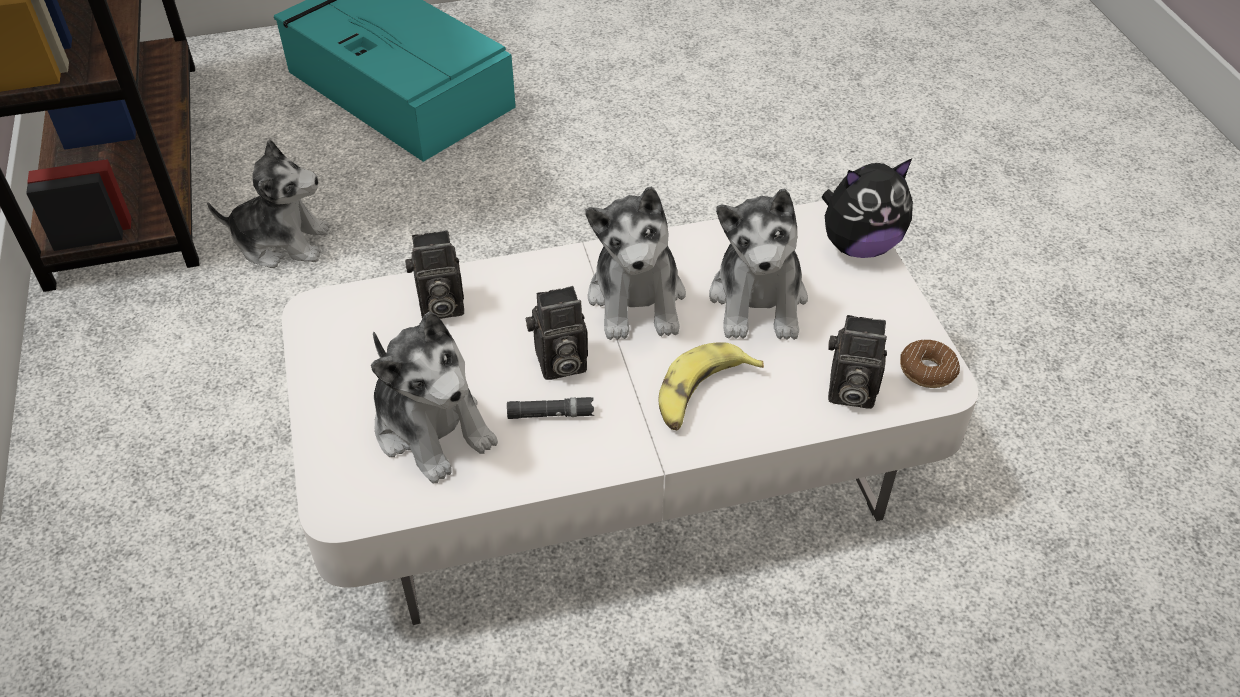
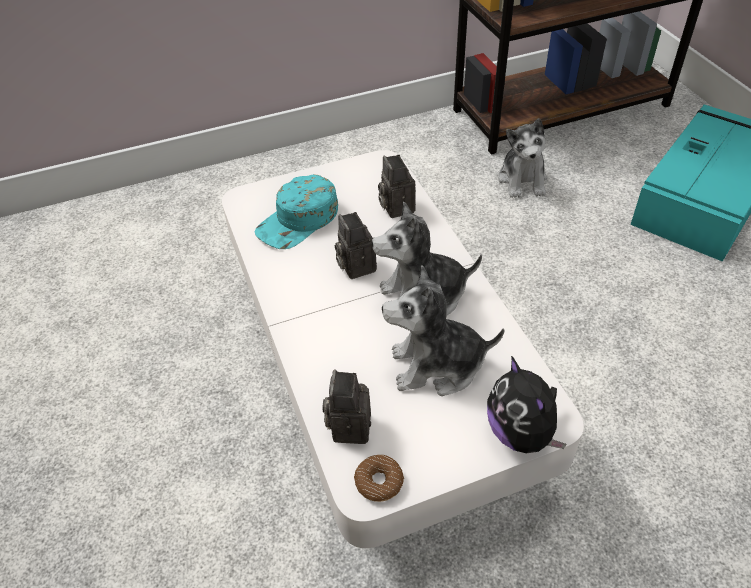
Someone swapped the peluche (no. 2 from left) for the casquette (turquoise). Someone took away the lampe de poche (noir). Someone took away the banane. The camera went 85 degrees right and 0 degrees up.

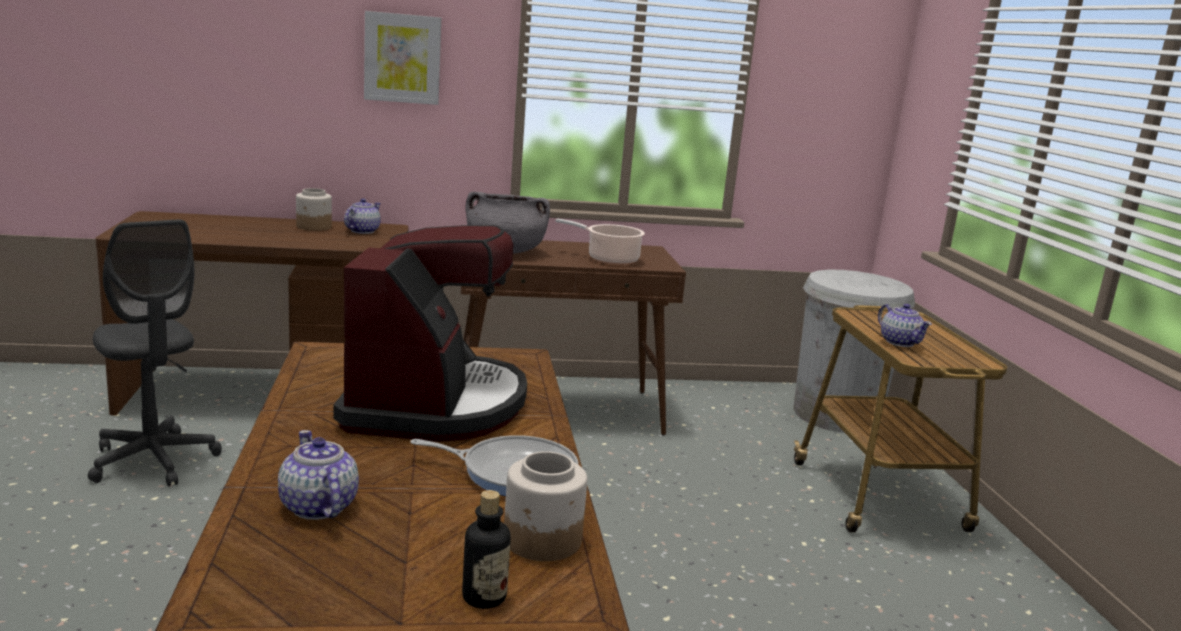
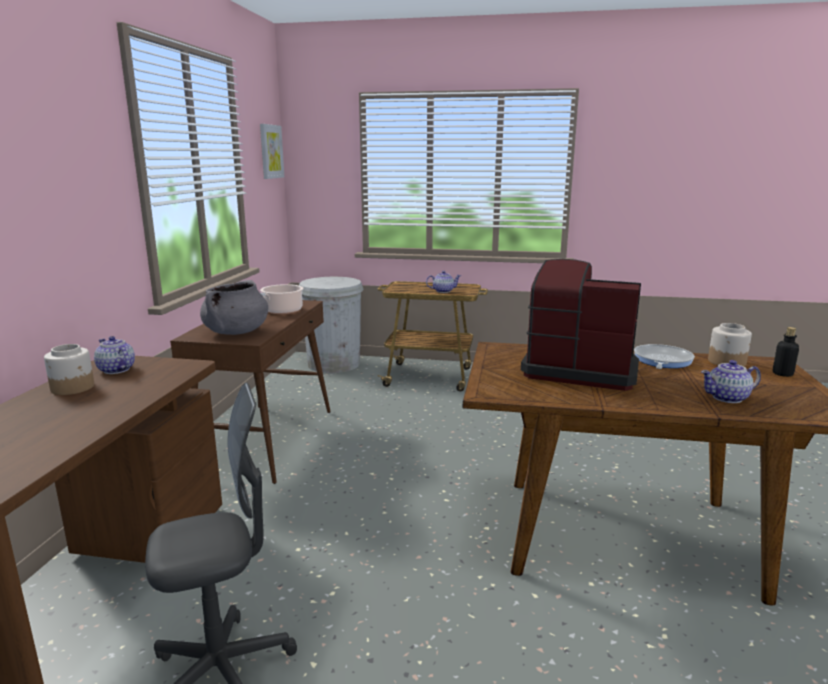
Someone carried the tableau. The camera went 70 degrees left and 0 degrees up.

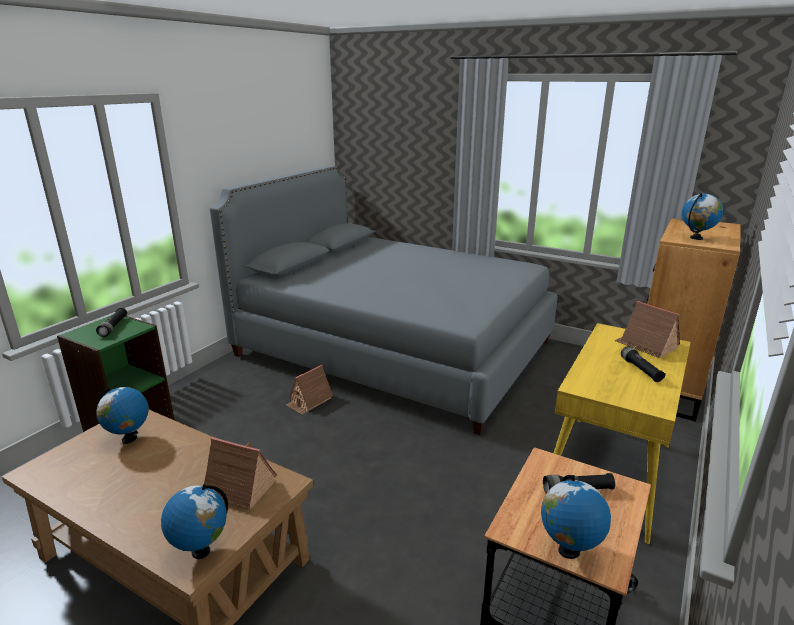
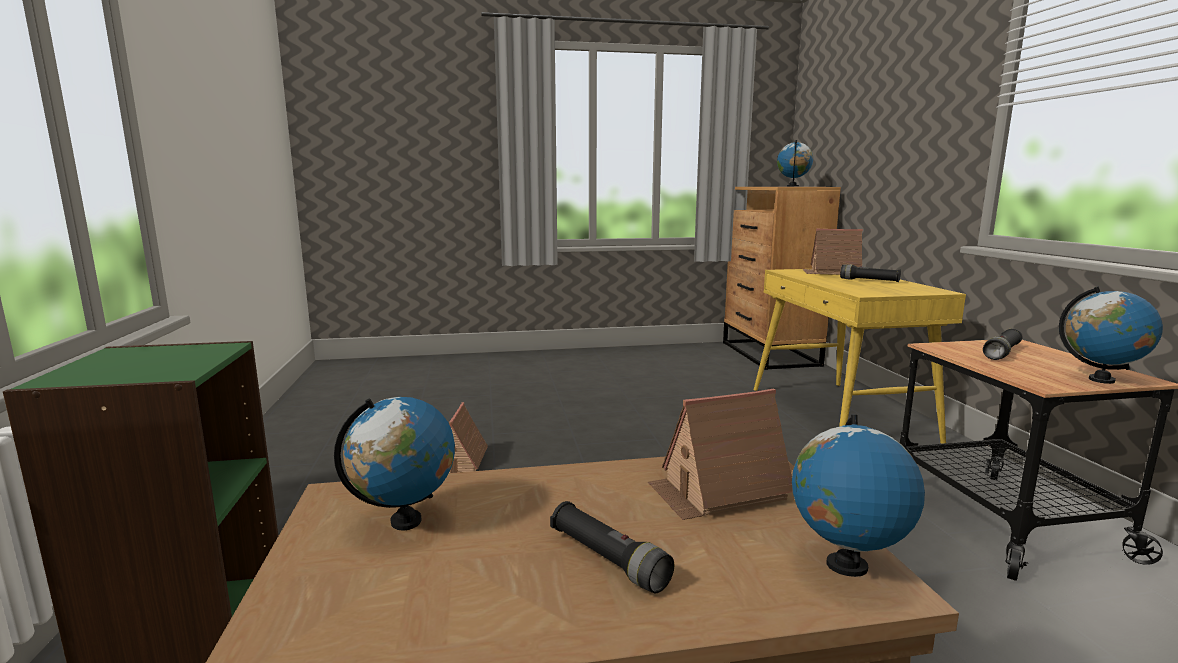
Someone carried the lampe de poche (noir) (no. 1 from left). Someone took away the lit (gris). The camera went 40 degrees left and 10 degrees down.

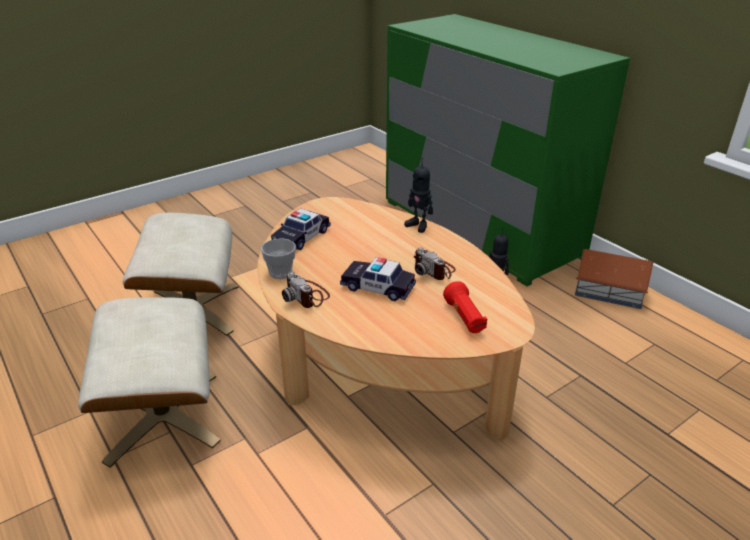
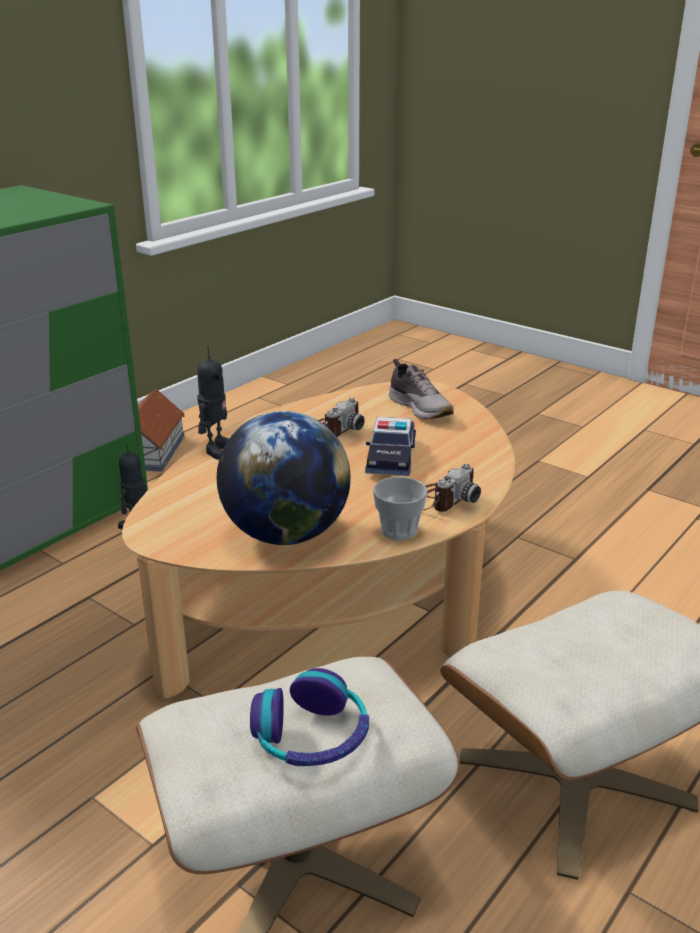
Someone swapped the petite voiture (no. 1 from left) for the globe. Someone swapped the lampe de poche (rouge) for the chaussure. Someone put down the casque audio. The camera went 105 degrees left and 5 degrees down.

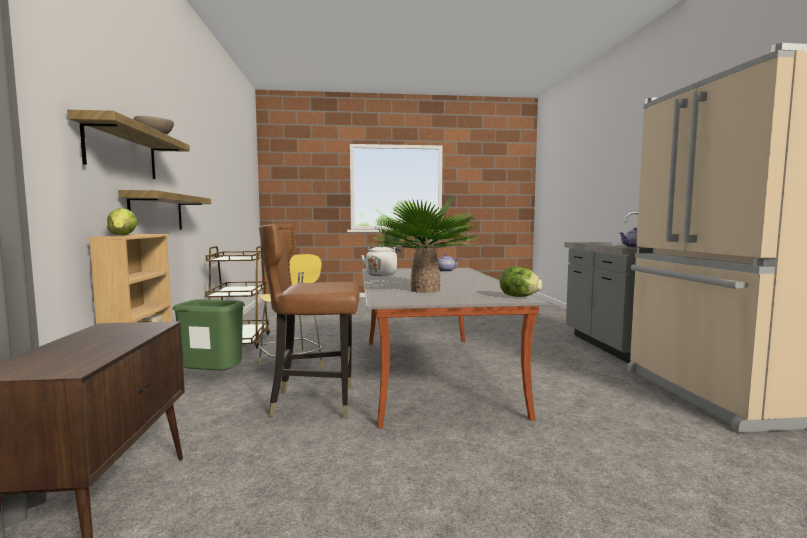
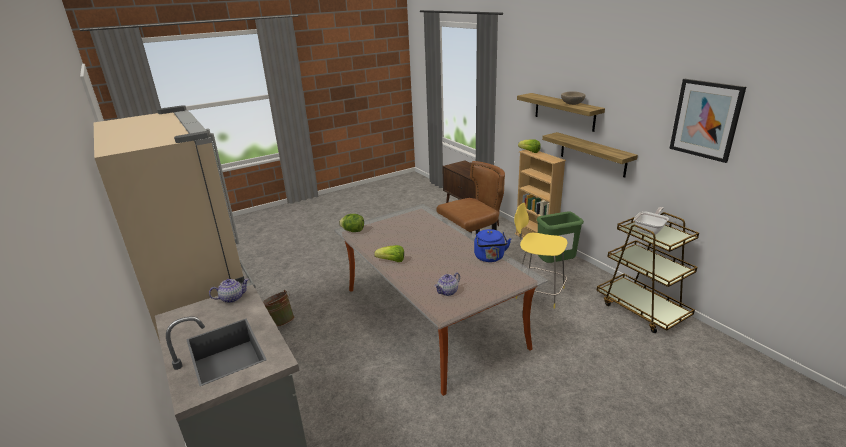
Someone repainted the bouilloire (blanc), which became the bouilloire (bleu). Someone took away the plante en pot. Someone put down the seau (vert). Someone put down the laitue (no. 2 from left). Someone put down the poêle. Someone put up the tableau. The camera went 155 degrees right and 20 degrees up.

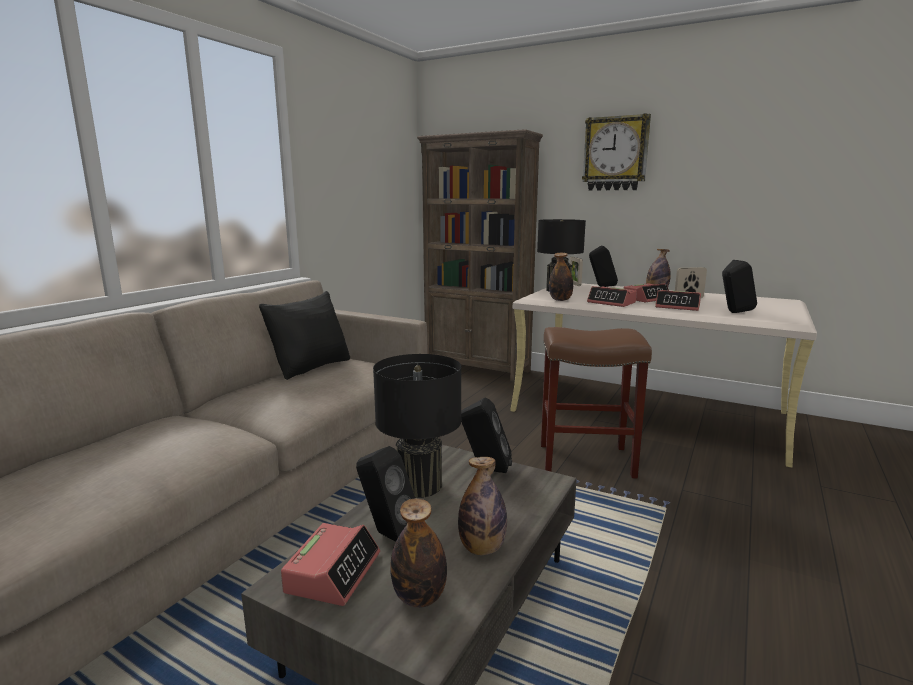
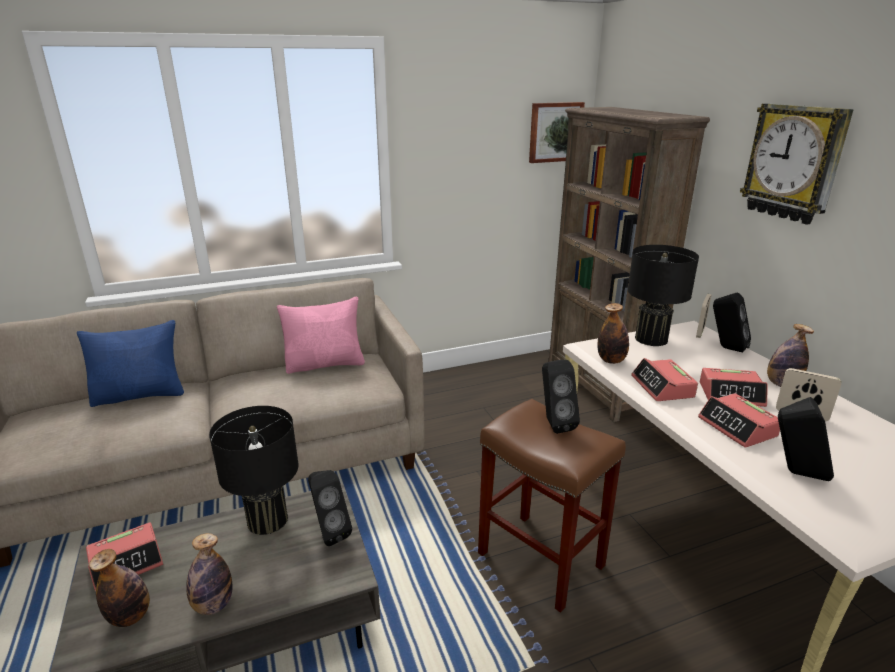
Someone repainted the coussin (noir), which became the coussin (rose). Someone carried the enceinte (noir) (no. 1 from left in the first image). Someone put down the coussin (bleu). Someone put up the tableau. The camera went 40 degrees right and 10 degrees up.

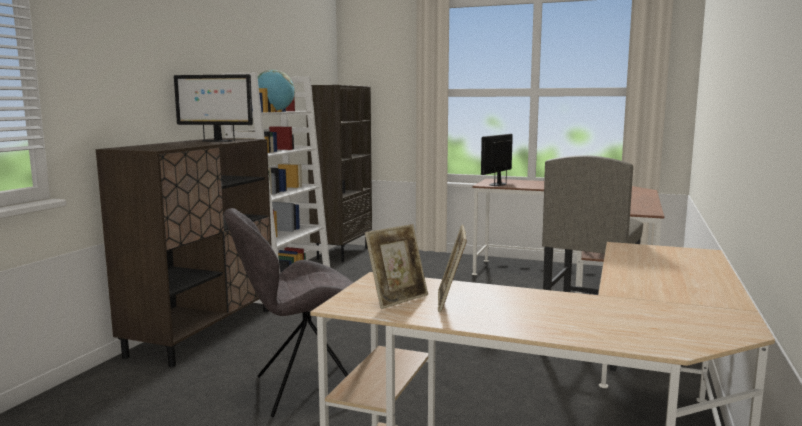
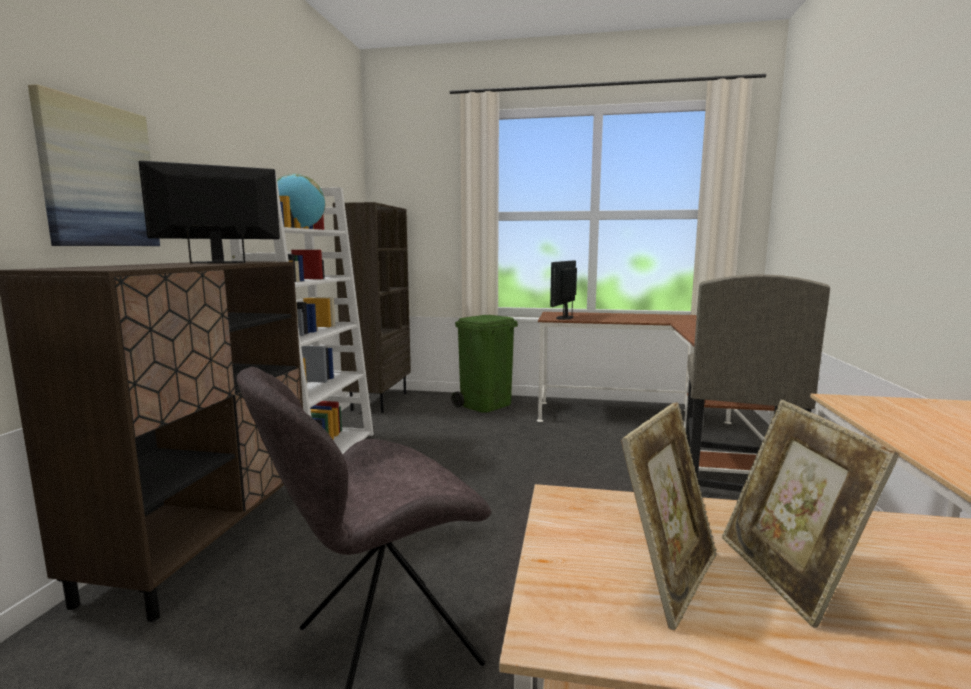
Someone rotated the écran d'ordinateur (no. 1 from left) by 150 degrees clockwise. Someone put up the tableau. Someone put down the poubelle (vert). The camera went 10 degrees left and 0 degrees up.

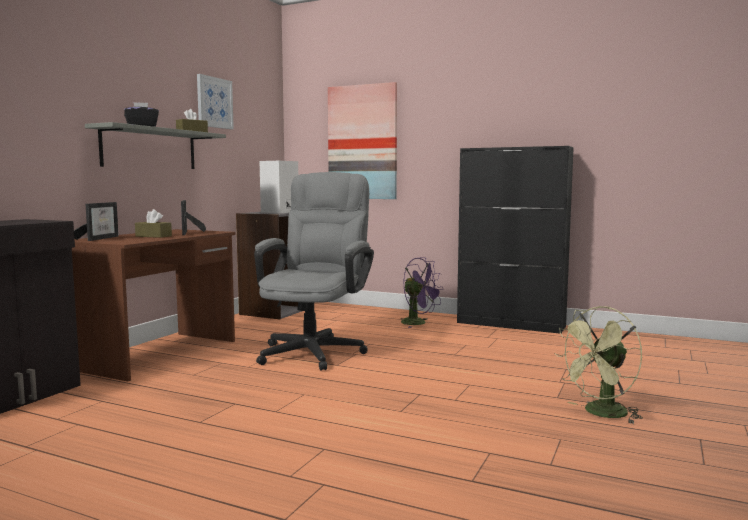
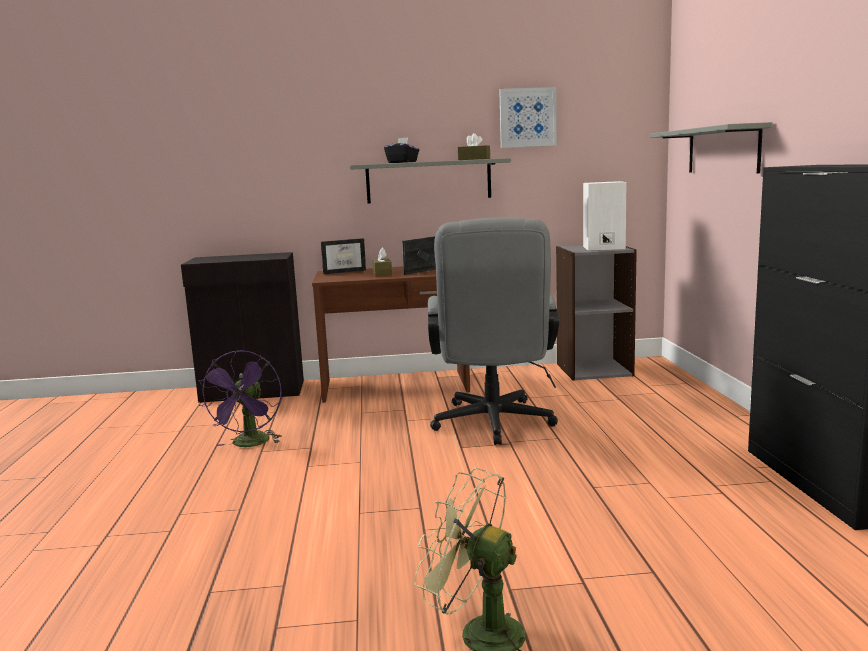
Someone rotated the chaise de bureau (gris) by 105 degrees clockwise. Someone swapped the tableau (no. 2 from left) for the étagère (gris) (no. 2 from left). Someone carried the ventilateur (violet). The camera went 60 degrees right and 5 degrees up.

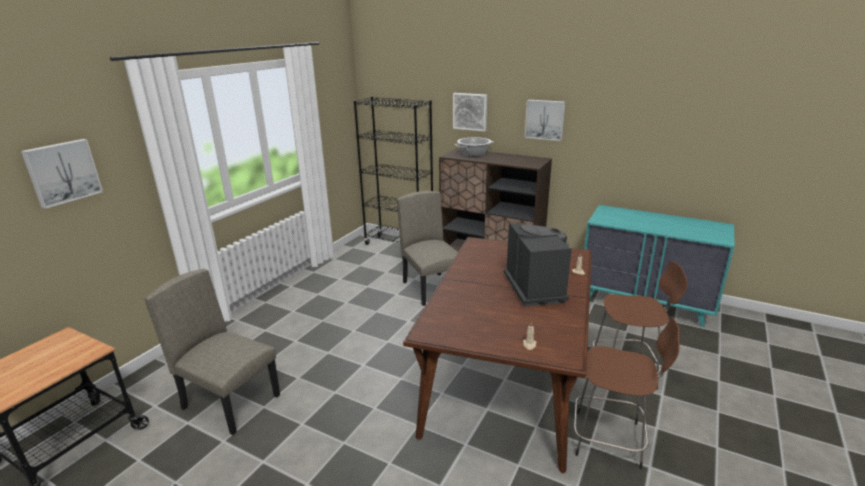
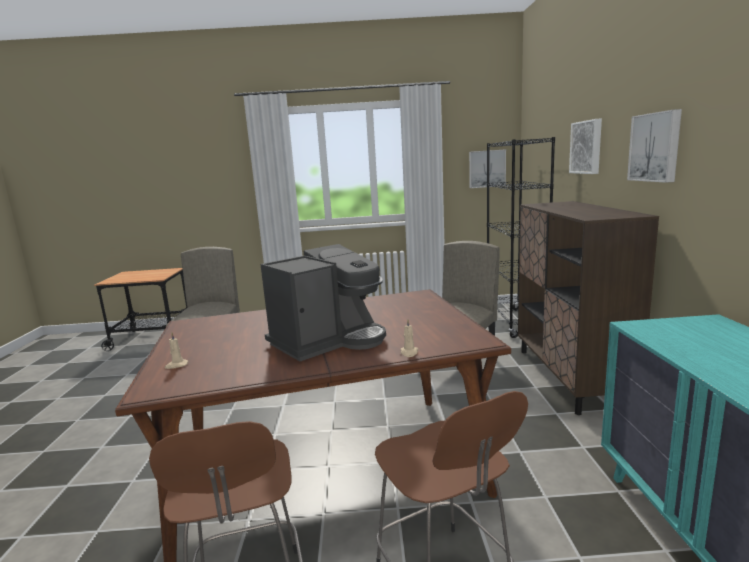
Someone carried the tableau (no. 1 from left). Someone took away the marmite. The camera went 60 degrees right and 10 degrees down.

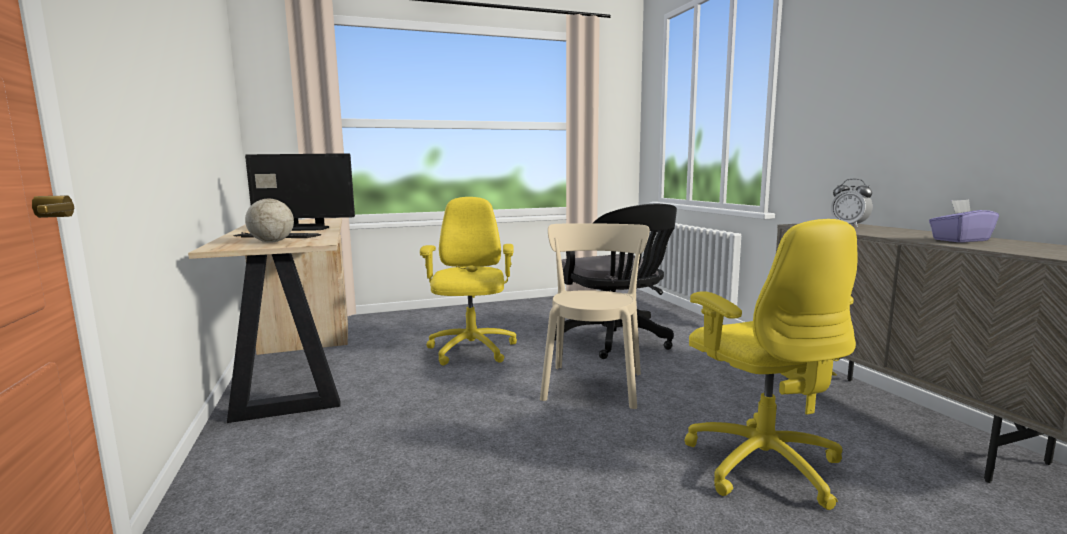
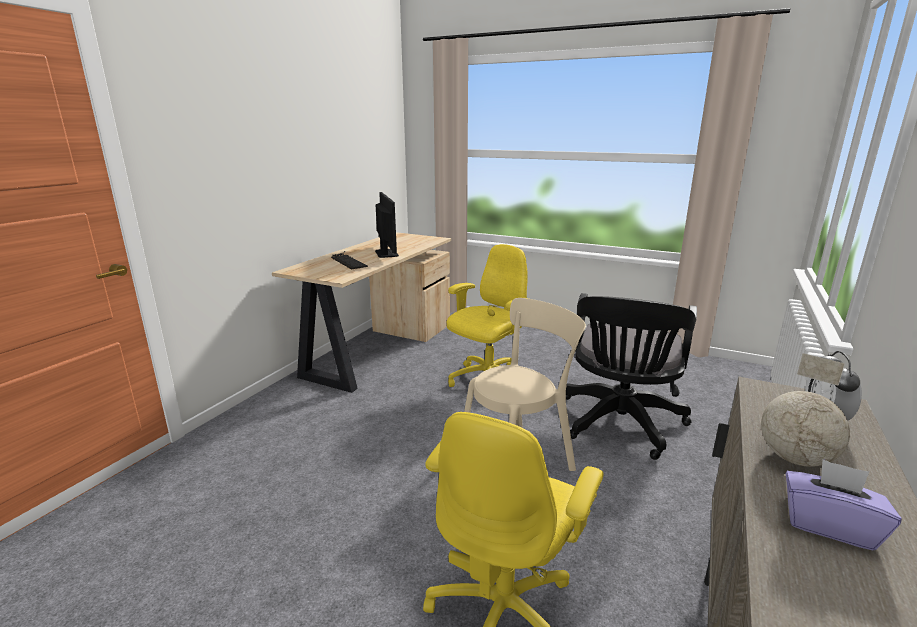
Someone rotated the écran d'ordinateur by 150 degrees counterclockwise. Someone carried the globe. The camera went 45 degrees right and 10 degrees up.

